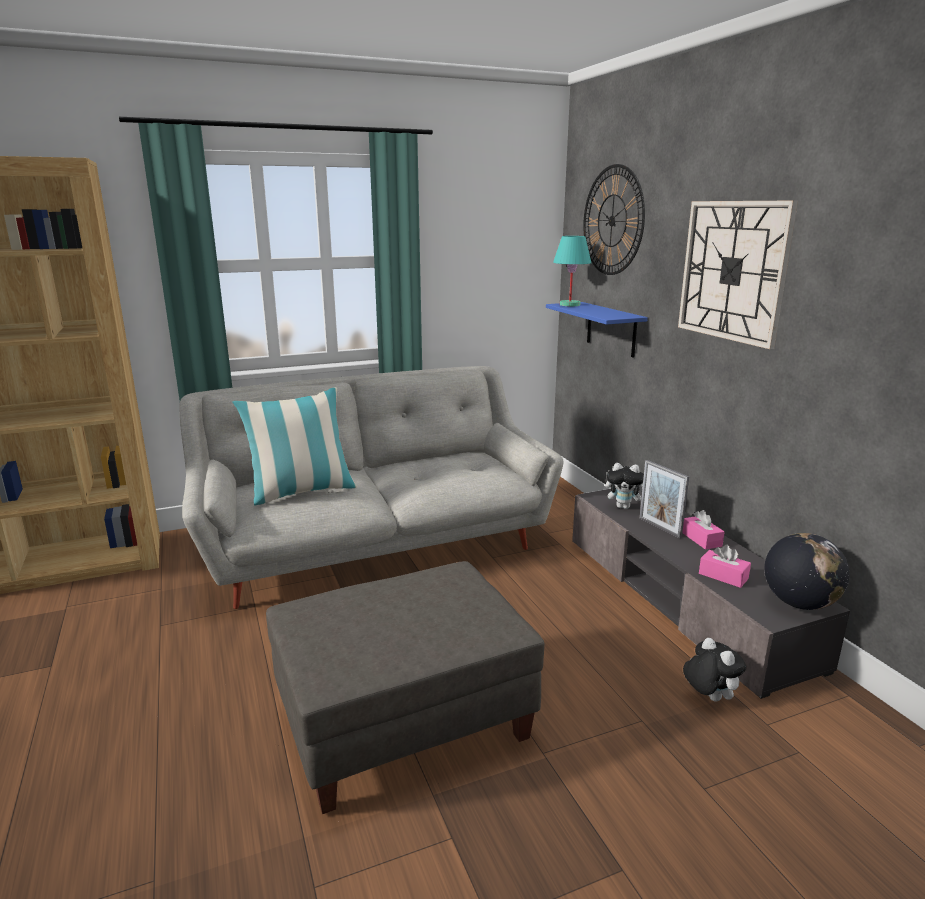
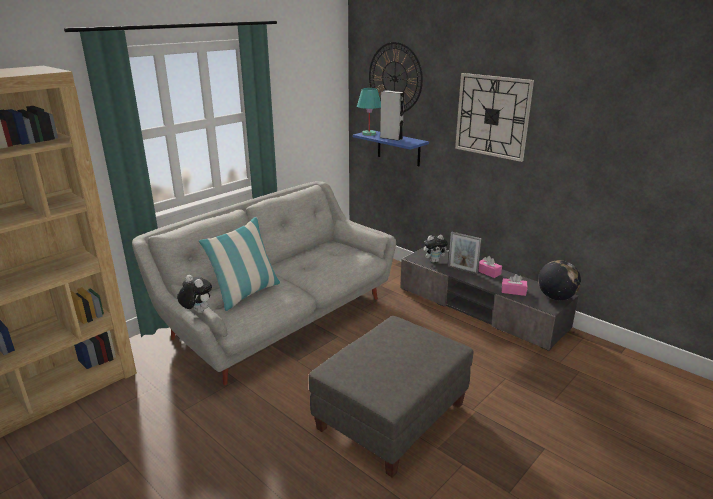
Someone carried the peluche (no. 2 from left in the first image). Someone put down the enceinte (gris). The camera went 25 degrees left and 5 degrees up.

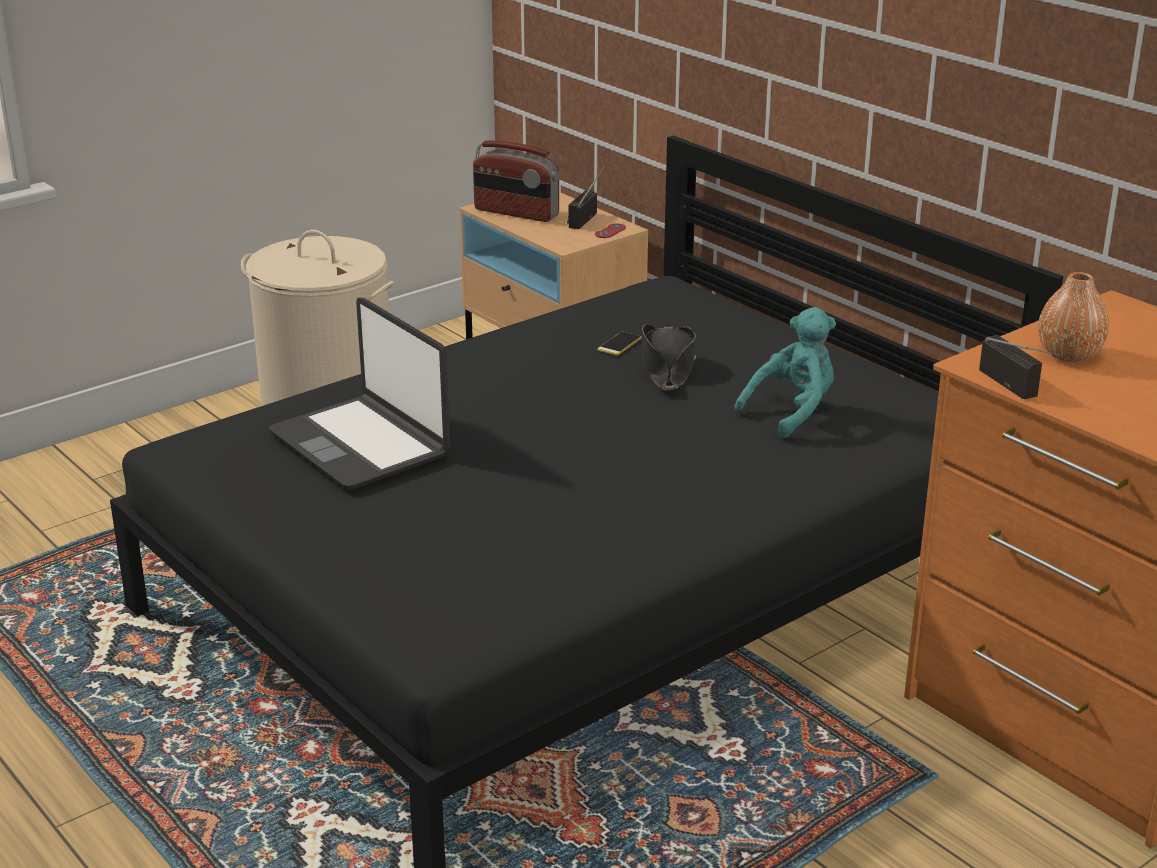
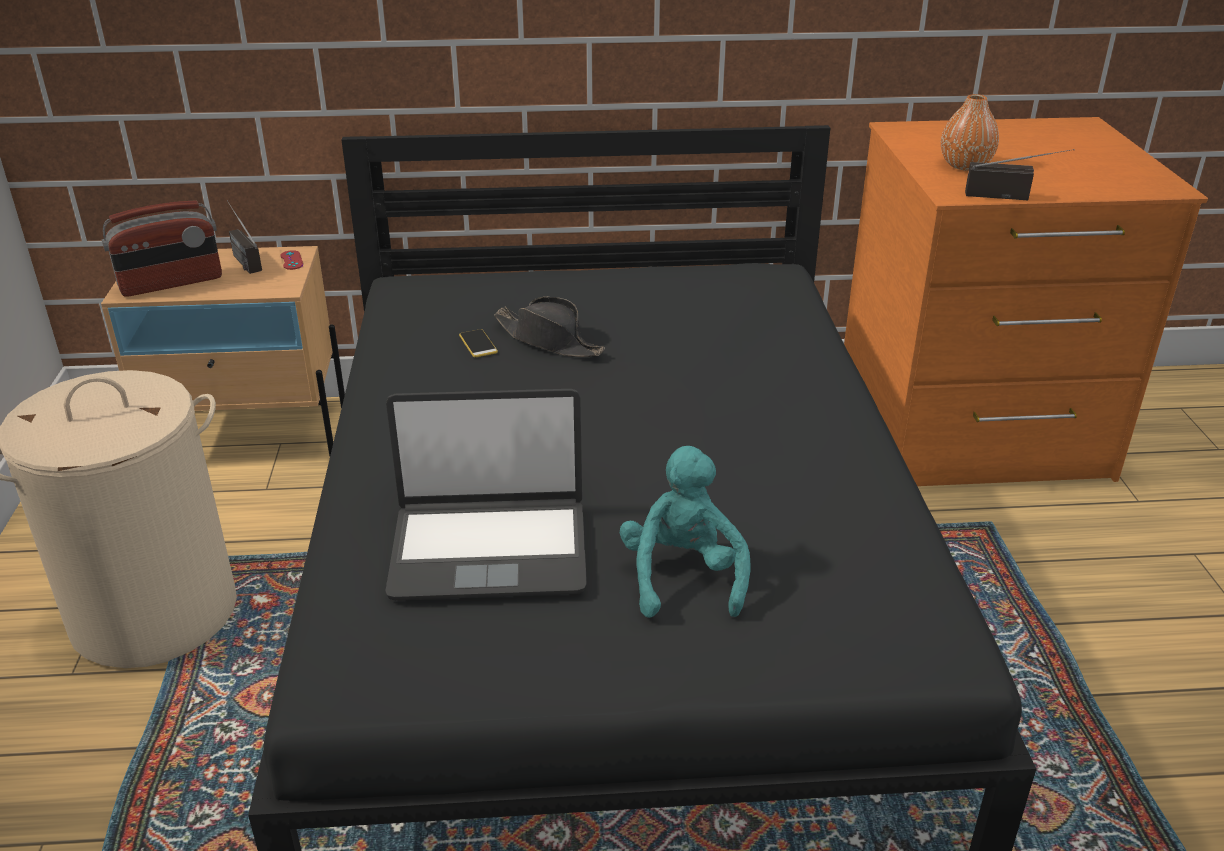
Someone carried the peluche (turquoise). The camera went 55 degrees left and 5 degrees up.

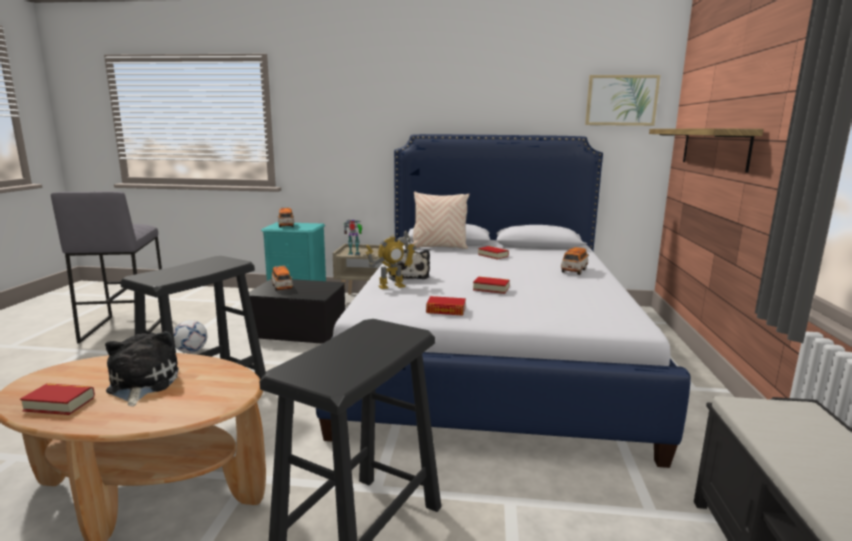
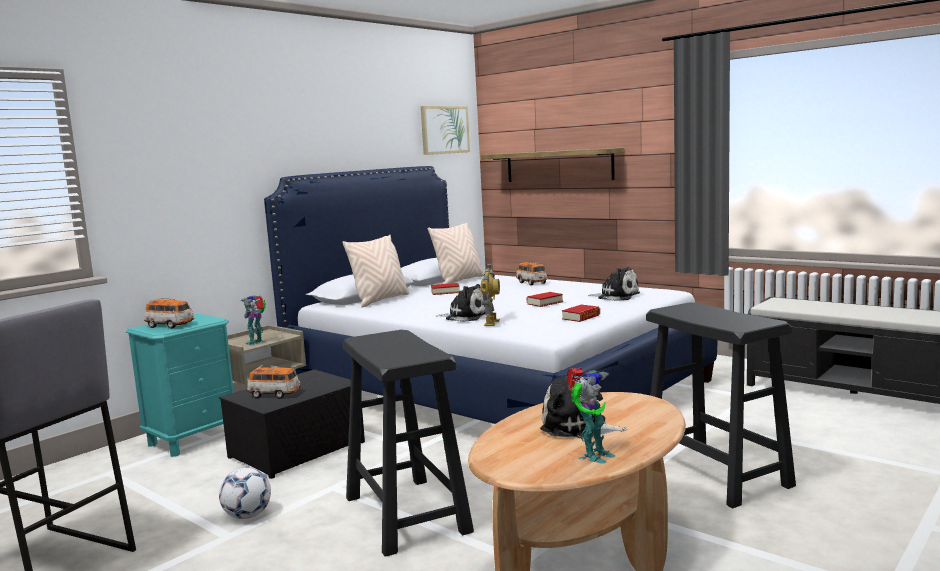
Someone swapped the livre (no. 1 from left) for the robot jouet (no. 3 from left). Someone put down the coussin (beige) (no. 2 from left). Someone put down the peluche (no. 3 from left). The camera went 55 degrees left and 5 degrees down.

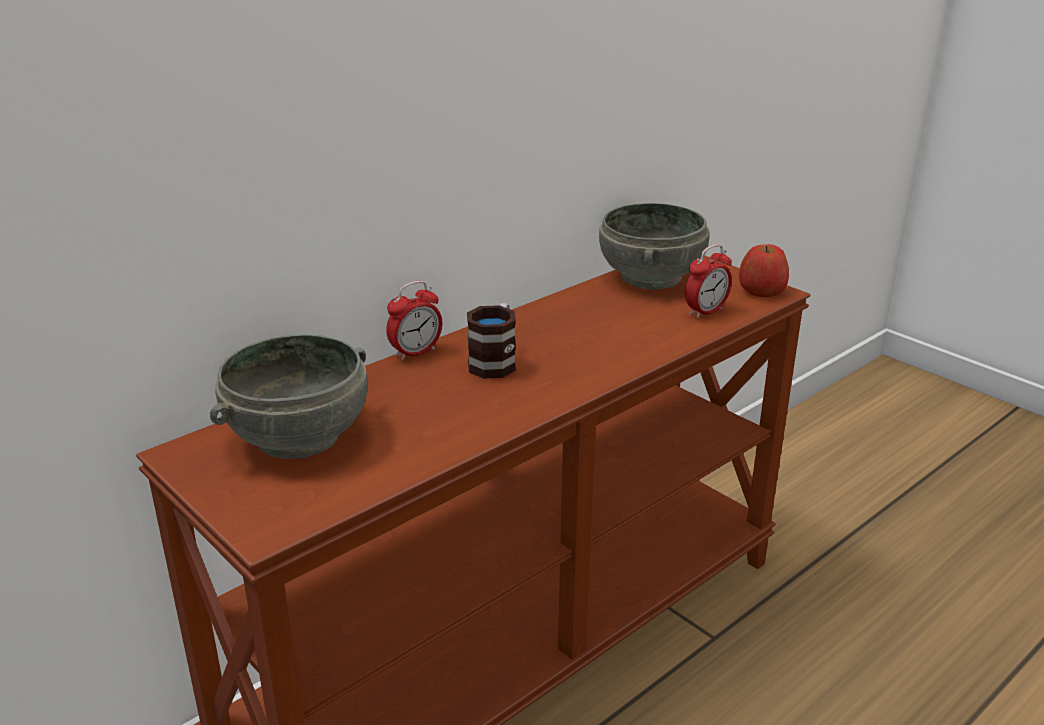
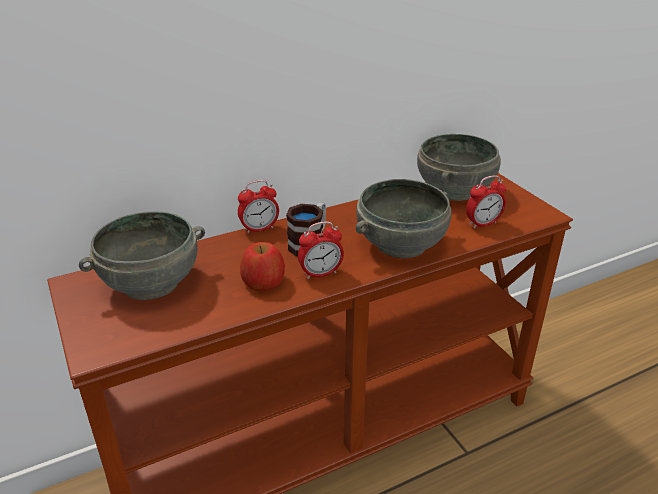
Someone carried the pomme. Someone put down the réveil (no. 2 from left). Someone put down the bol (gris) (no. 2 from left). The camera went 15 degrees right and 5 degrees up.

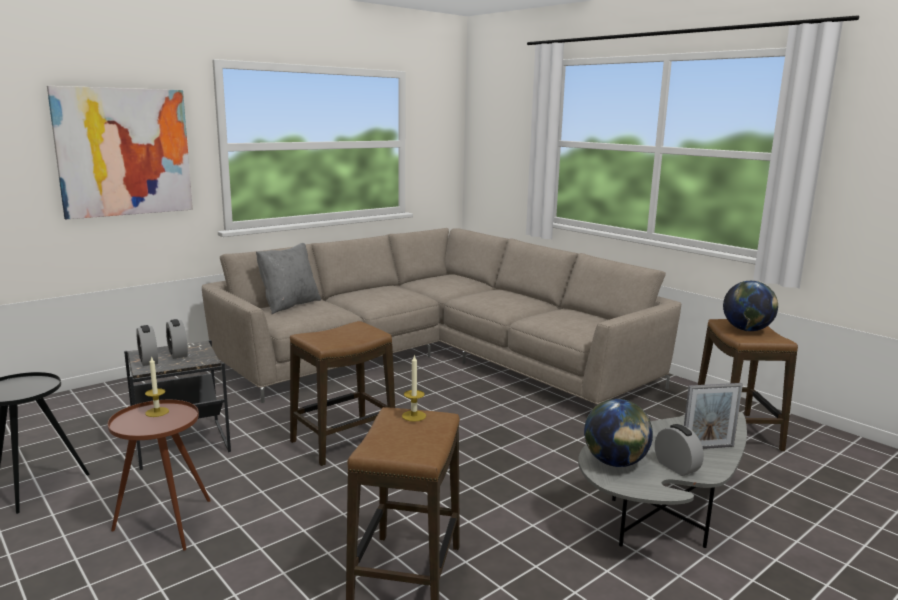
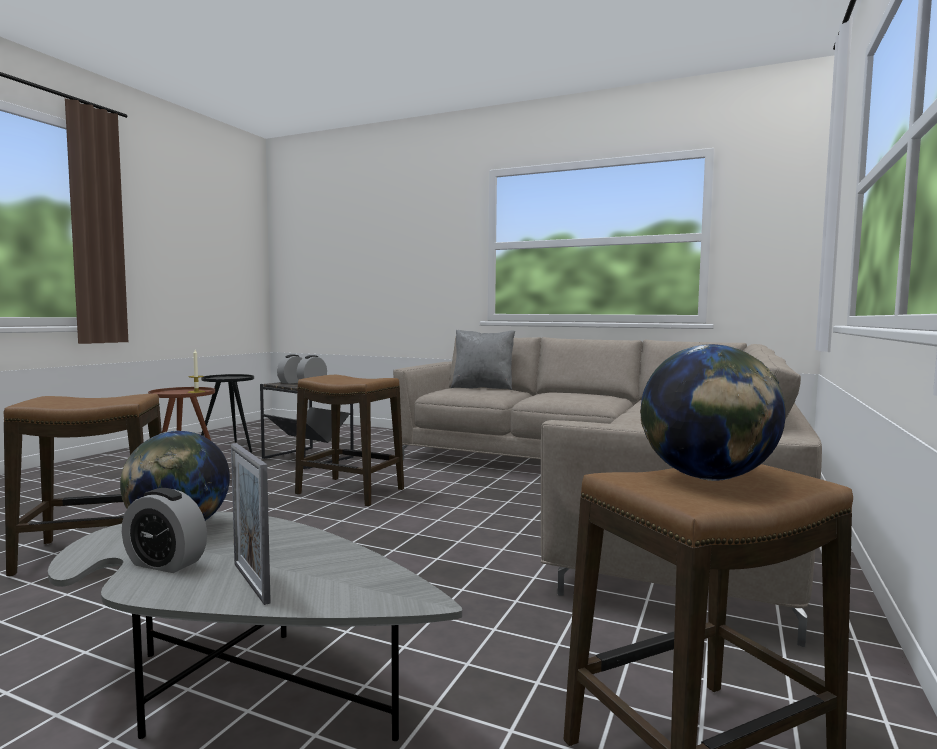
Someone took away the tableau. Someone took away the bougie (no. 2 from left). Someone rotated the réveil (no. 3 from left in the first image) by 75 degrees clockwise. The camera went 65 degrees right and 10 degrees down.

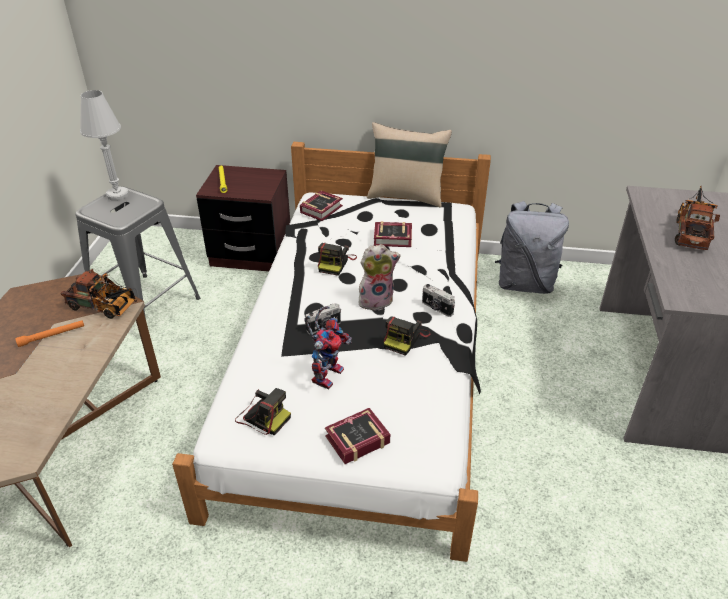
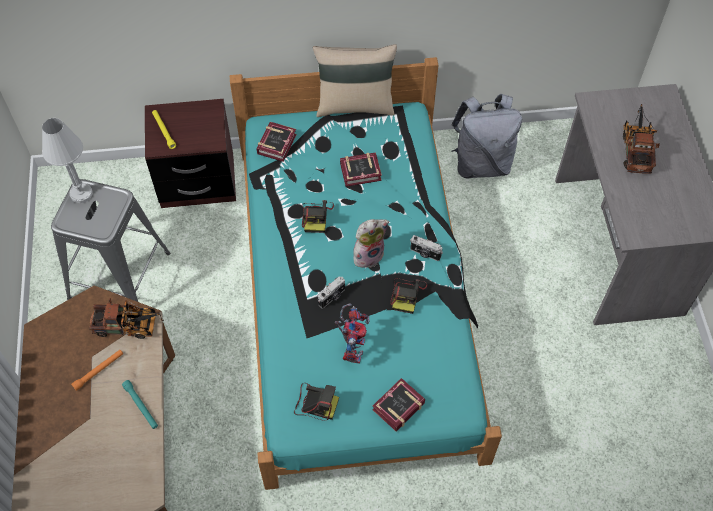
Someone repainted the lit (blanc), which became the lit (turquoise). Someone put down the lampe de poche (turquoise). The camera went 15 degrees left and 20 degrees up.

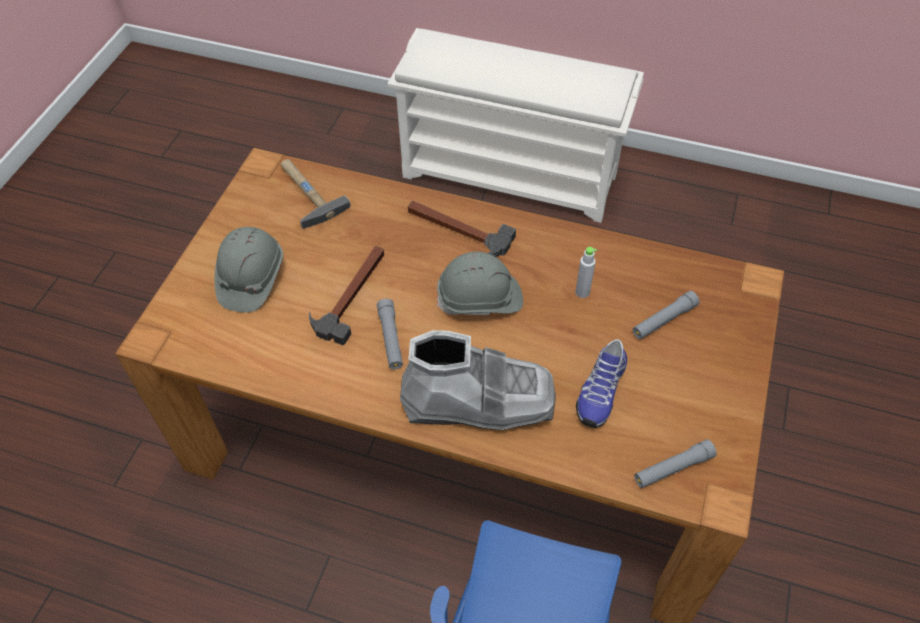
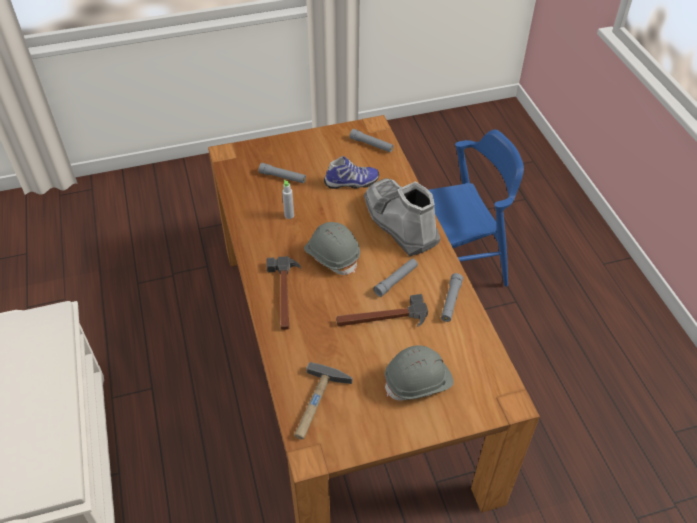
Someone put down the lampe de poche (gris) (no. 4 from left). The camera went 125 degrees left and 5 degrees down.

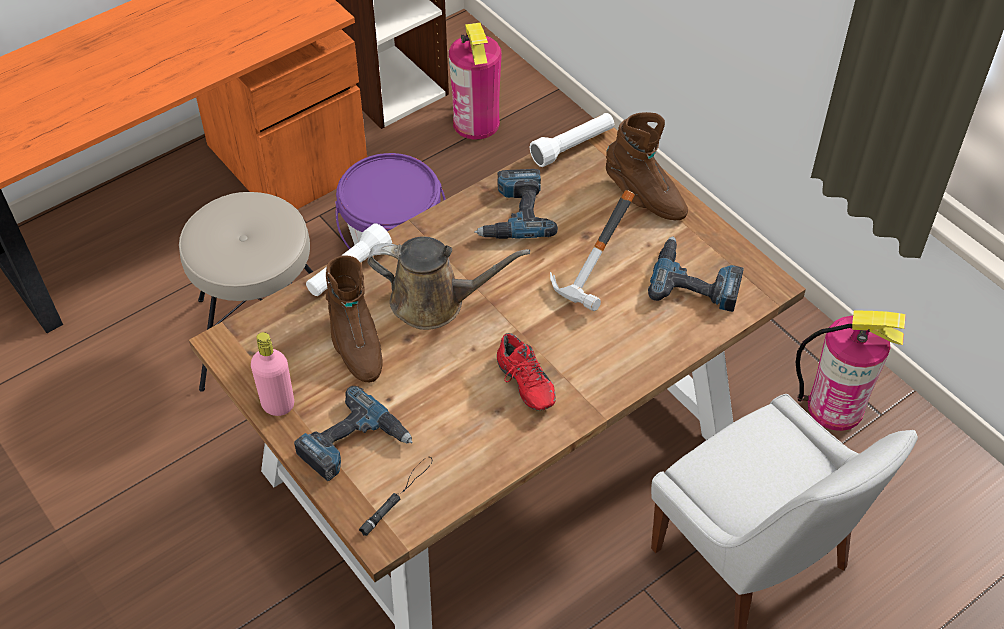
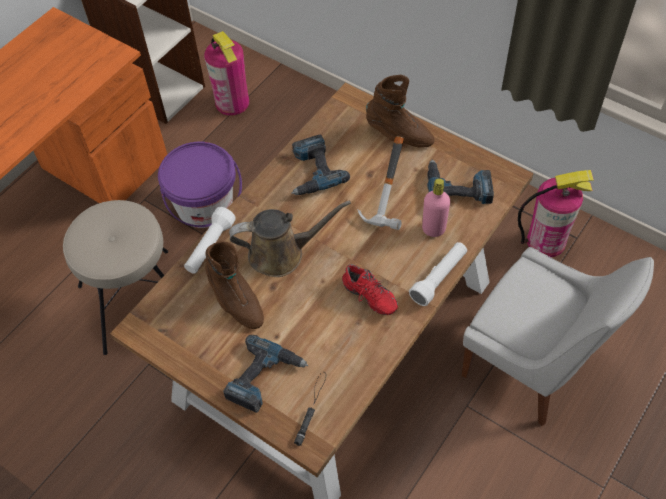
Someone carried the bouteille (rose). Someone carried the lampe de poche (blanc) (no. 2 from left). The camera went 15 degrees left and 5 degrees up.

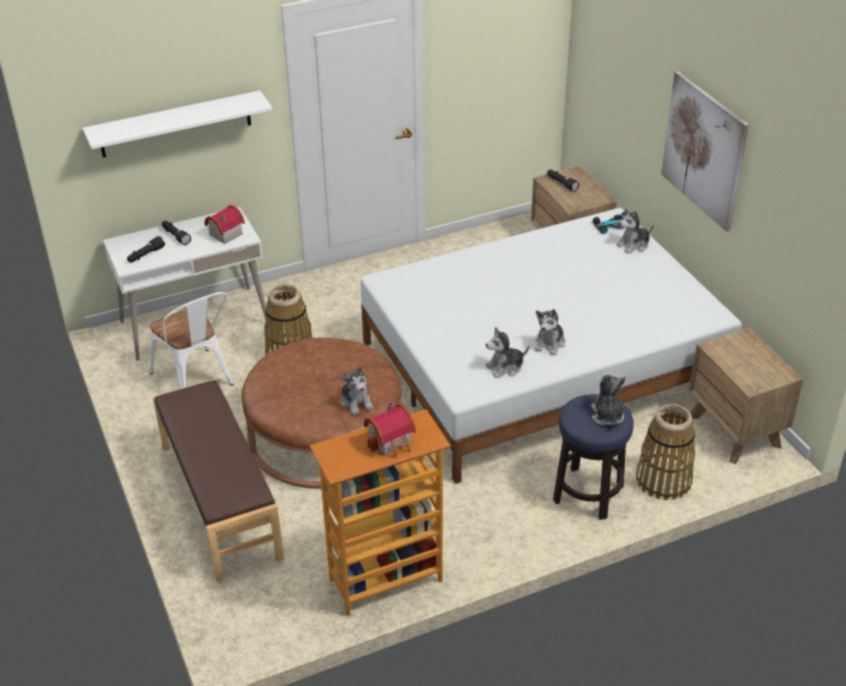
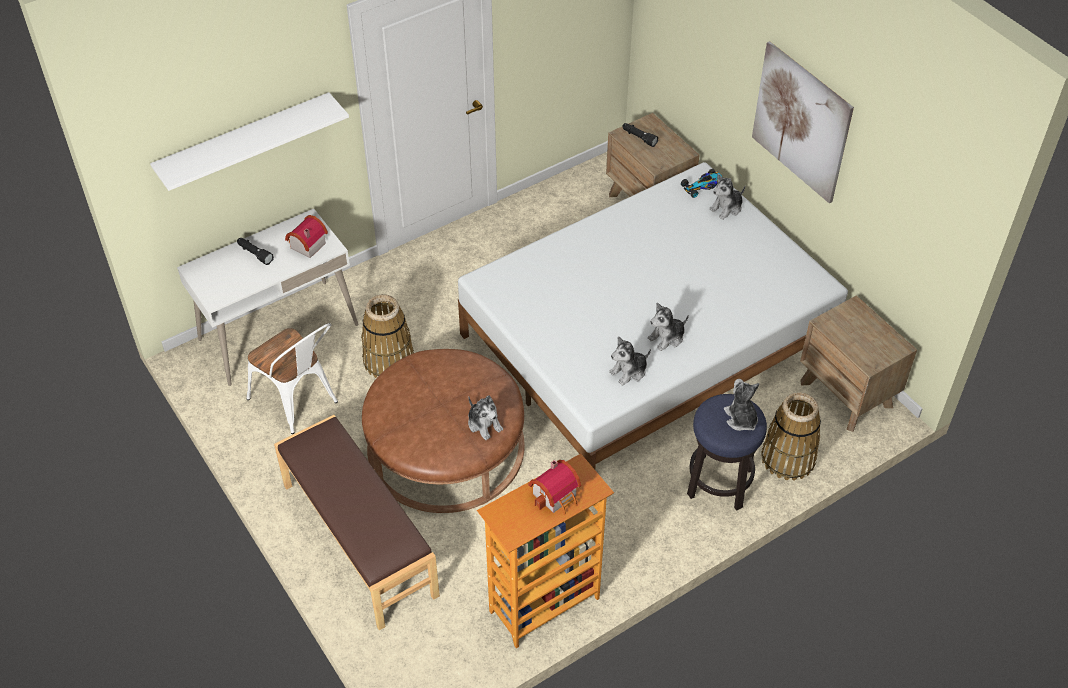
Someone took away the lampe de poche (noir) (no. 1 from left). Someone rotated the peluche (no. 3 from left) by 45 degrees clockwise. The camera went 10 degrees left and 10 degrees up.

